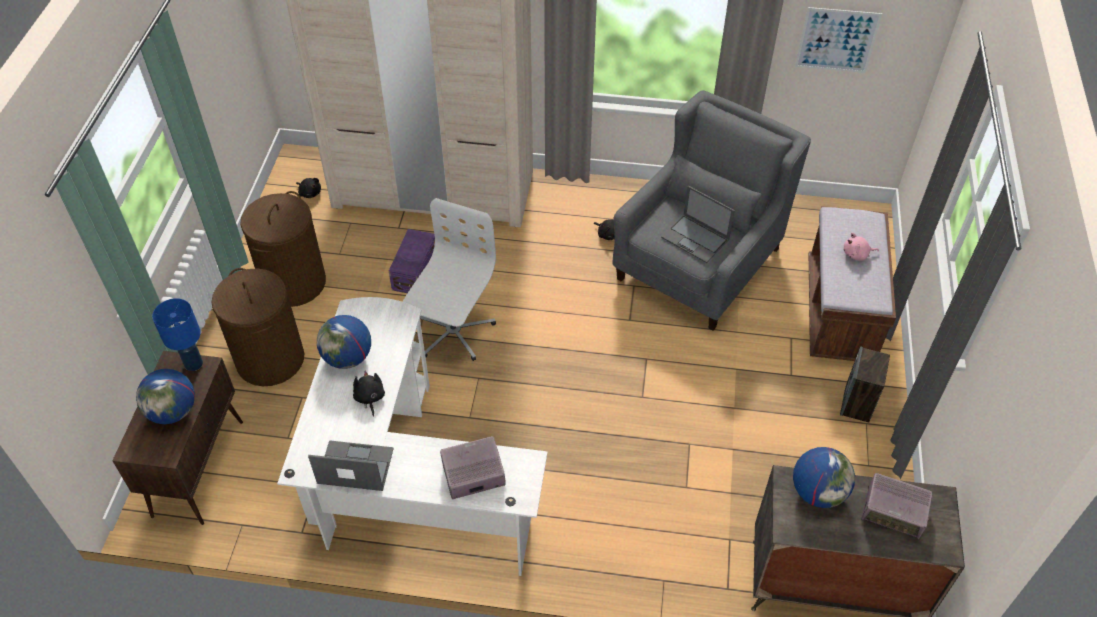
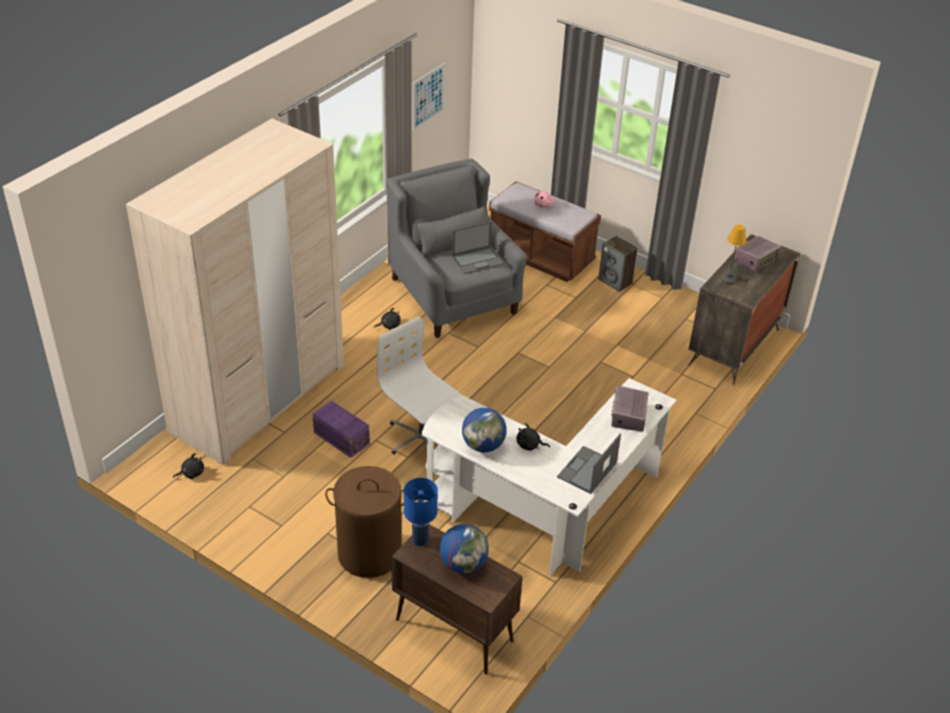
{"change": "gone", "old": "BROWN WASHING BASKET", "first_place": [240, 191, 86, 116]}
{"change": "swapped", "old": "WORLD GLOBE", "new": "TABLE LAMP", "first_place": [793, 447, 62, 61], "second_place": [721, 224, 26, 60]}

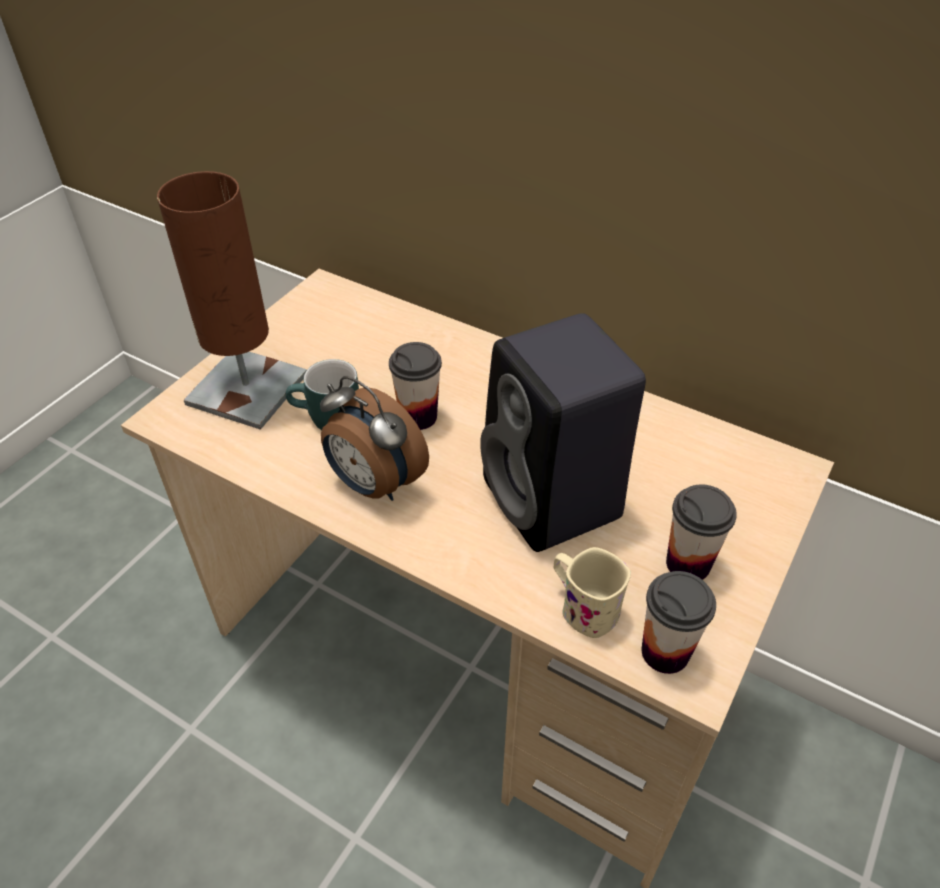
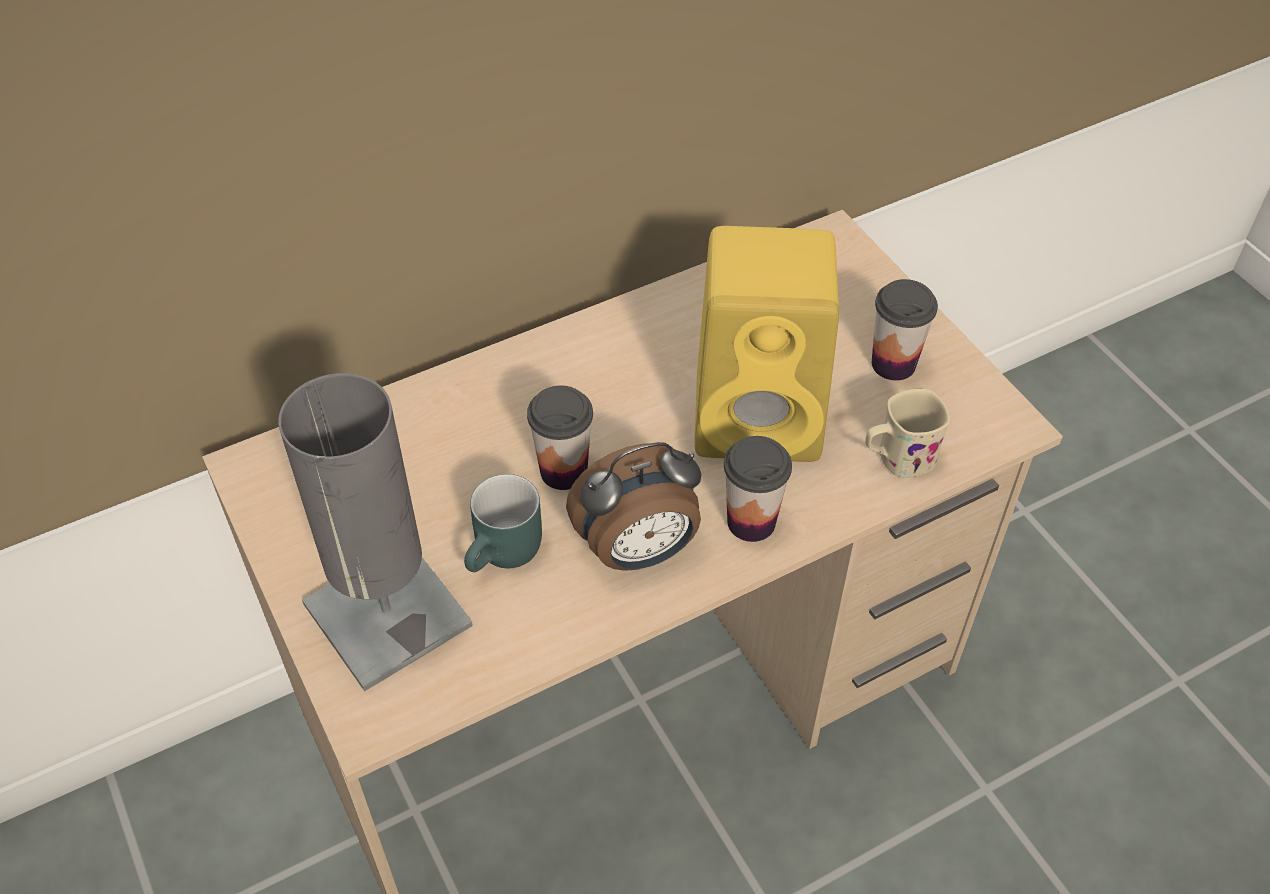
{"change": "repainted", "old": "BROWN TABLE LAMP", "new": "GREY TABLE LAMP", "first_place": [157, 171, 150, 259], "second_place": [278, 373, 195, 318]}
{"change": "repainted", "old": "BLACK-COLOURED SPEAKER", "new": "YELLOWISH SPEAKER", "first_place": [480, 313, 166, 239], "second_place": [694, 226, 145, 236]}
{"change": "shifted", "old": "CUP", "first_place": [641, 571, 75, 103], "second_place": [724, 436, 68, 106]}

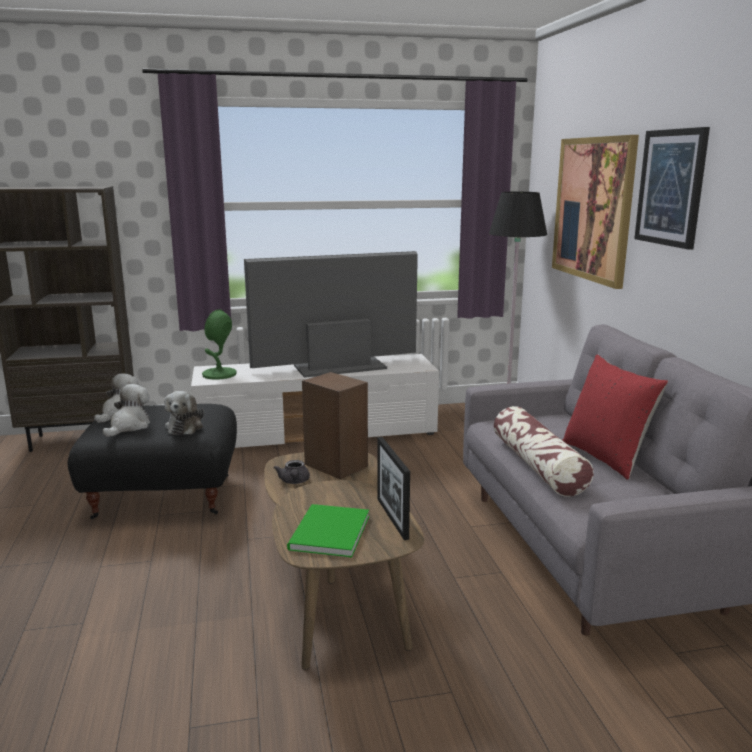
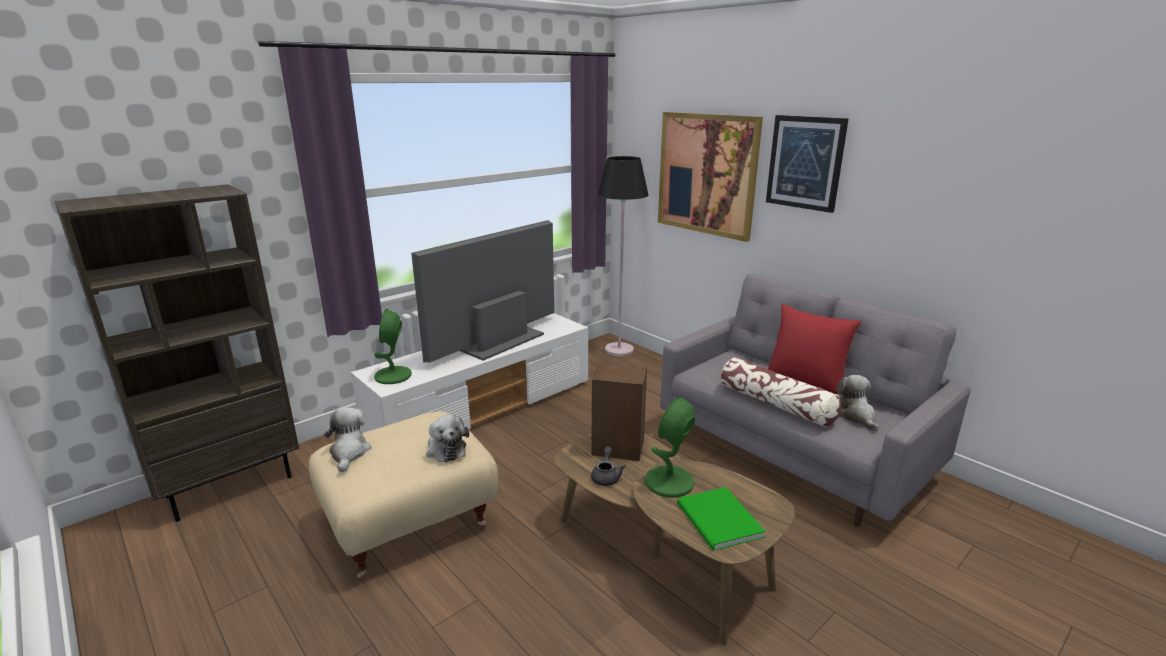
{"change": "repainted", "old": "BLACK-COLOURED POUFFE", "new": "BEIGE-COLOURED POUFFE", "first_place": [67, 404, 170, 115], "second_place": [309, 411, 189, 167]}
{"change": "shifted", "old": "CUDDLY TOY", "first_place": [103, 384, 47, 53], "second_place": [837, 375, 42, 57]}
{"change": "rotated", "old": "GREY TEAPOT", "first_place": [274, 460, 36, 24], "second_place": [591, 446, 35, 40], "degrees": -135}
{"change": "gone", "old": "PICTURE FRAME", "first_place": [377, 437, 33, 103]}
{"change": "new", "new": "GREEN-COLOURED TABLE LAMP", "second_place": [645, 396, 50, 102]}

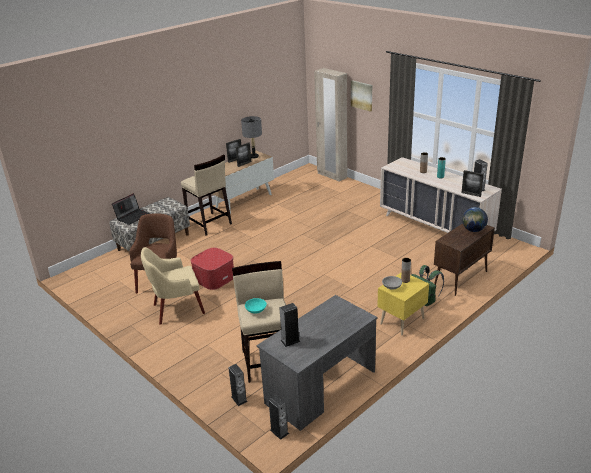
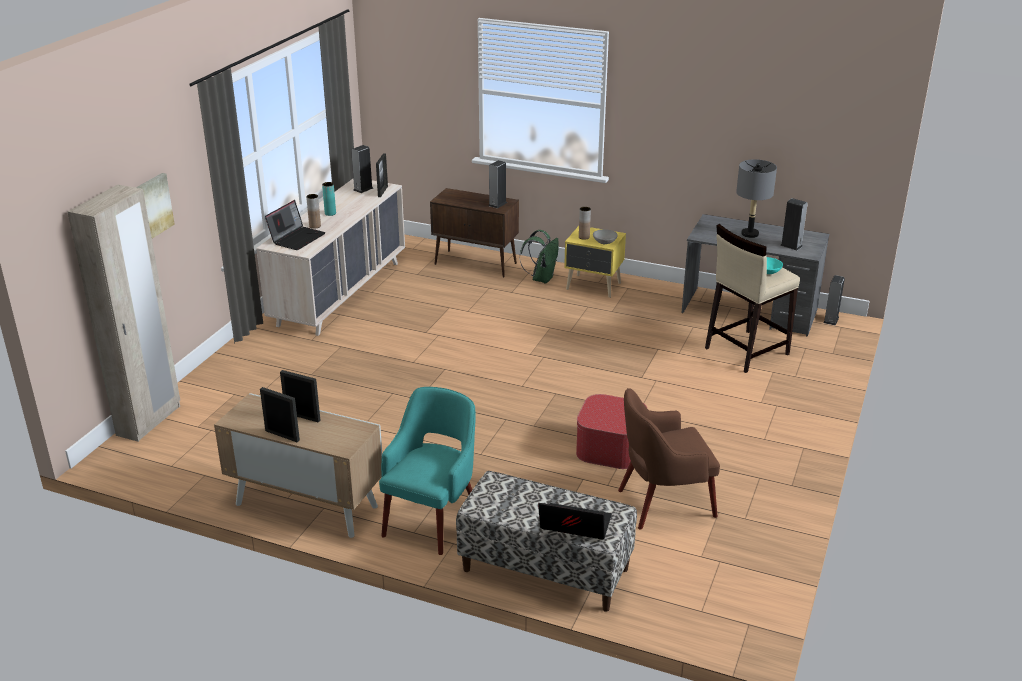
{"change": "gone", "old": "BEIGE-COLOURED ARMCHAIR", "first_place": [141, 247, 64, 78]}
{"change": "swapped", "old": "BEIGE-COLOURED SITTING STOOL", "new": "BLUE-GREEN ARMCHAIR", "first_place": [181, 154, 51, 82], "second_place": [379, 387, 97, 168]}
{"change": "shifted", "old": "SPEAKER", "first_place": [228, 364, 19, 42], "second_place": [488, 160, 19, 49]}
{"change": "shifted", "old": "GREY TABLE LAMP", "first_place": [241, 116, 21, 42], "second_place": [736, 159, 41, 79]}
{"change": "gone", "old": "WORLD GLOBE", "first_place": [462, 207, 26, 25]}
{"change": "new", "new": "PORTABLE COMPUTER", "second_place": [265, 200, 61, 50]}

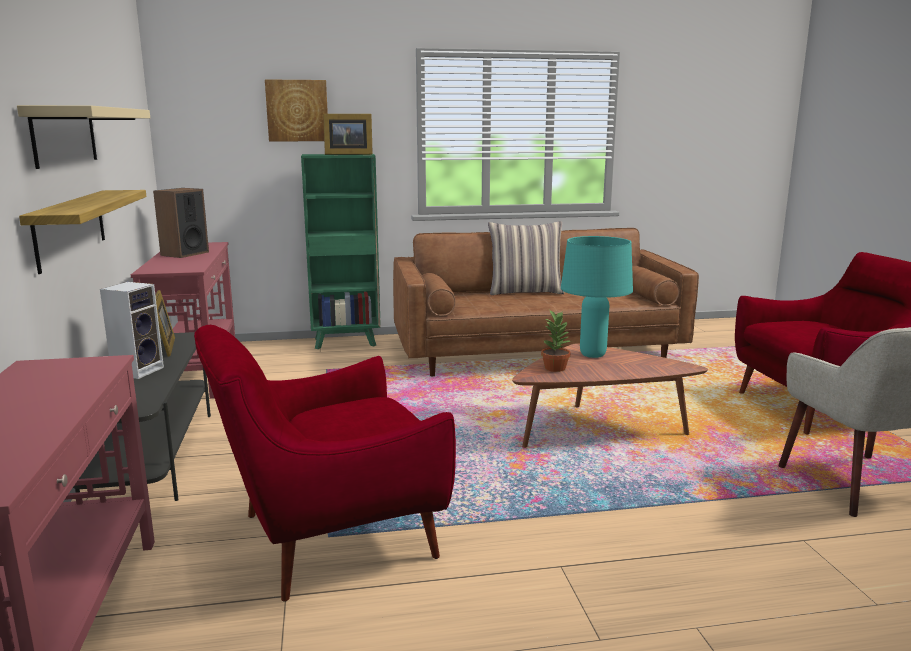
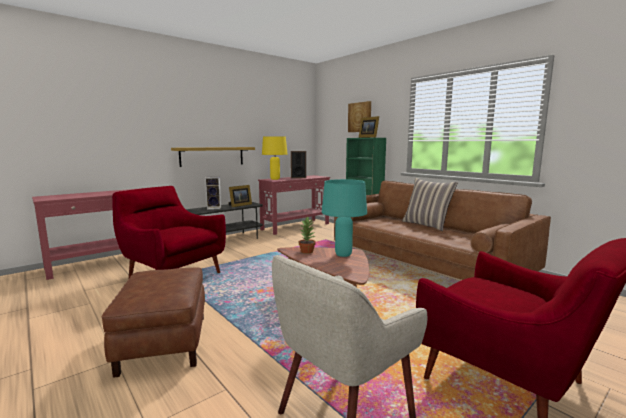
{"change": "gone", "old": "BEIGE-COLOURED BRACKET SHELF", "first_place": [17, 105, 133, 64]}
{"change": "new", "new": "BROWN POUFFE", "second_place": [102, 268, 103, 110]}
{"change": "new", "new": "YELLOWISH TABLE LAMP", "second_place": [262, 136, 26, 44]}

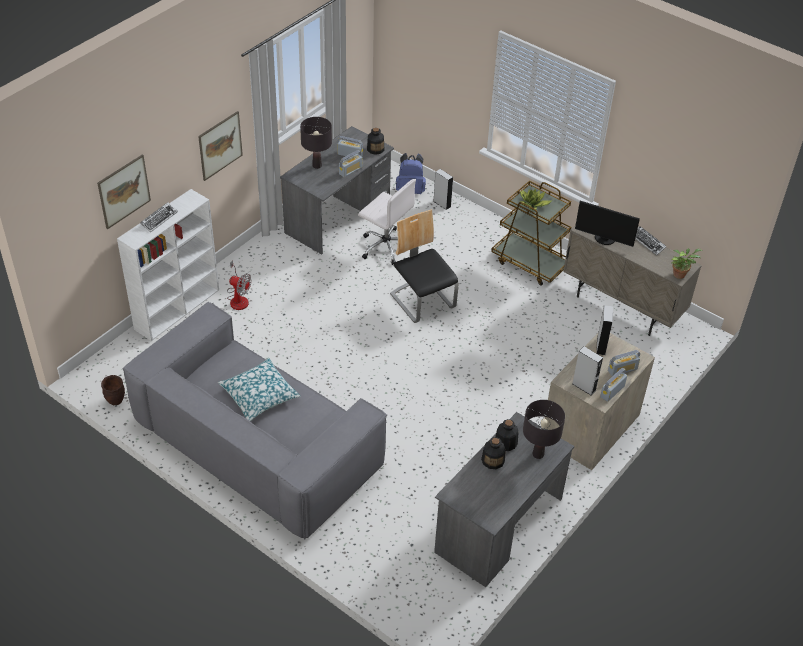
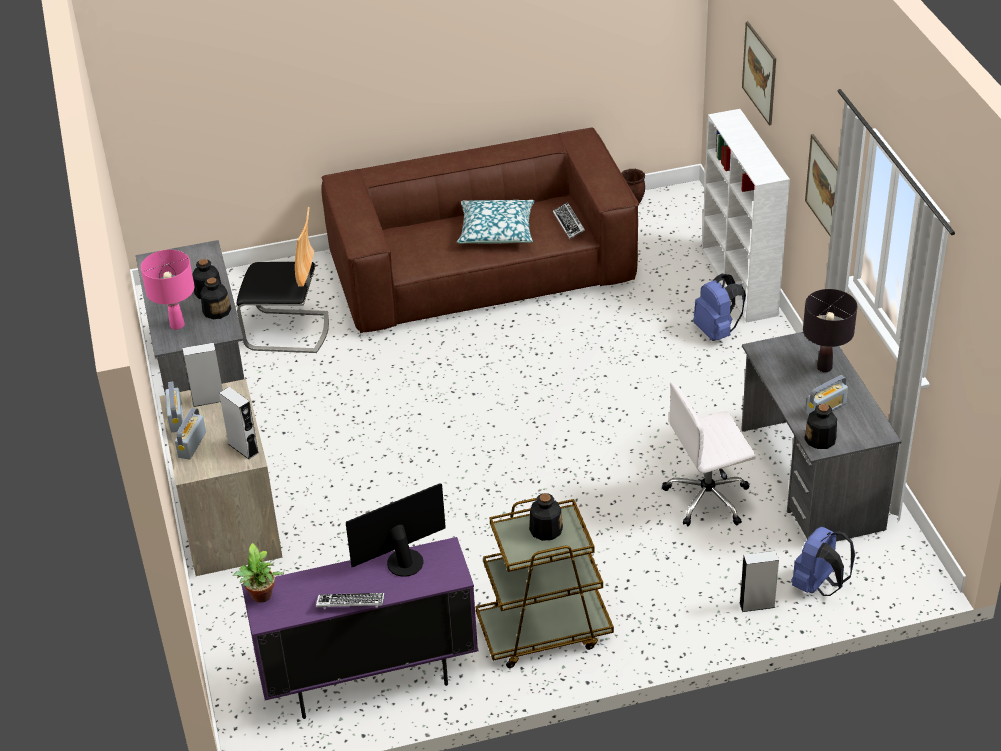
{"change": "repainted", "old": "GREY SOFA", "new": "BROWN SOFA", "first_place": [123, 301, 264, 239], "second_place": [321, 127, 318, 206]}
{"change": "shifted", "old": "PC KEYBOARD", "first_place": [140, 202, 38, 30], "second_place": [553, 202, 32, 37]}
{"change": "swapped", "old": "ELECTRIC FAN", "new": "BLUISH BACKPACK", "first_place": [227, 260, 24, 50], "second_place": [693, 274, 53, 67]}
{"change": "gone", "old": "RADIO", "first_place": [339, 150, 24, 27]}
{"change": "shifted", "old": "PLAIN CHAIR", "first_place": [390, 209, 69, 114], "second_place": [236, 207, 93, 146]}
{"change": "swapped", "old": "HOUSEPLANT", "new": "BOTTLE", "first_place": [520, 189, 32, 21], "second_place": [529, 493, 34, 48]}
{"change": "repainted", "old": "BLACK-COLOURED TABLE LAMP", "new": "PINK TABLE LAMP", "first_place": [523, 400, 42, 59], "second_place": [141, 250, 54, 80]}
{"change": "repainted", "old": "BEIGE-COLOURED CABINET", "new": "PURPLISH CABINET", "first_place": [563, 226, 139, 110], "second_place": [241, 537, 237, 182]}

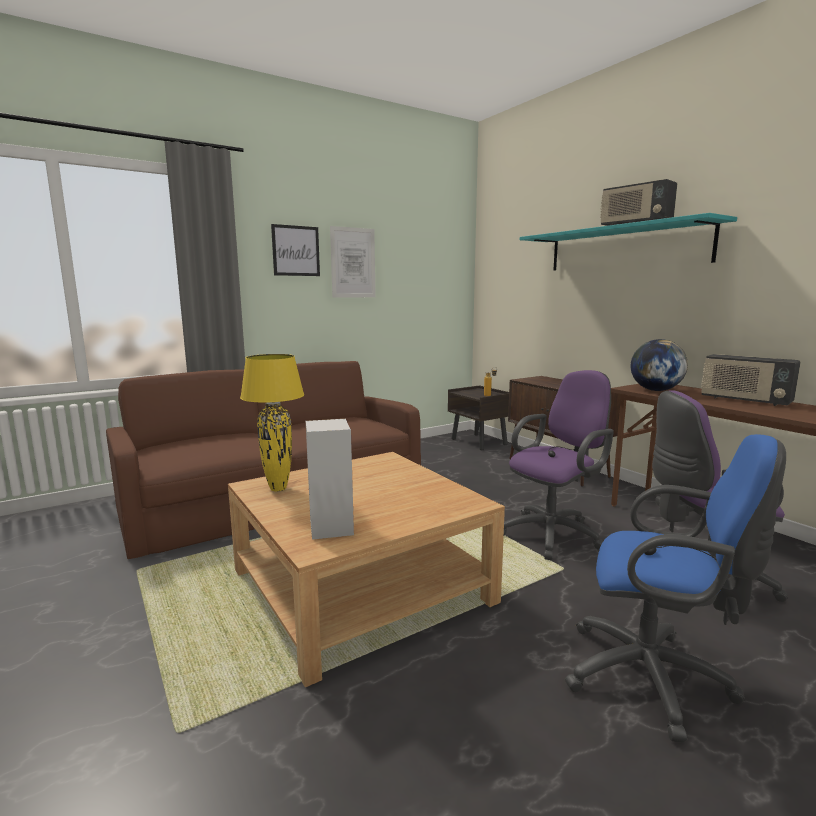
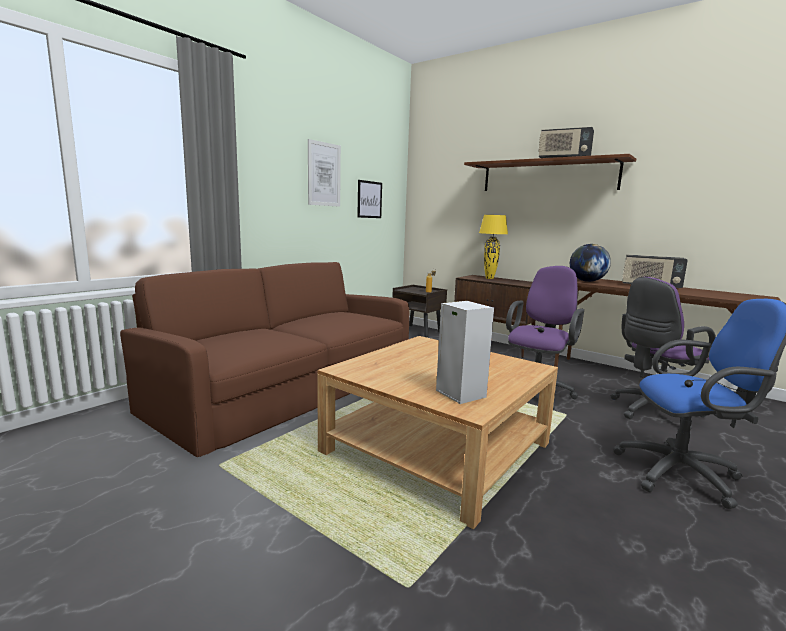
{"change": "shifted", "old": "YELLOWISH TABLE LAMP", "first_place": [240, 354, 64, 137], "second_place": [479, 215, 29, 64]}
{"change": "shifted", "old": "WALL PICTURE", "first_place": [271, 224, 49, 52], "second_place": [357, 180, 25, 38]}
{"change": "repainted", "old": "BLUE-GREEN BRACKET SHELF", "new": "BROWN BRACKET SHELF", "first_place": [520, 213, 217, 57], "second_place": [464, 154, 172, 37]}

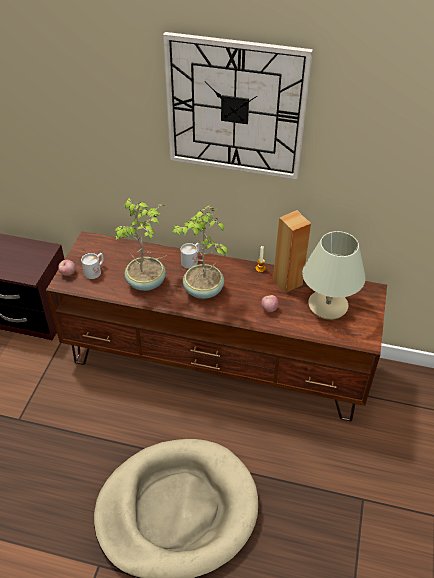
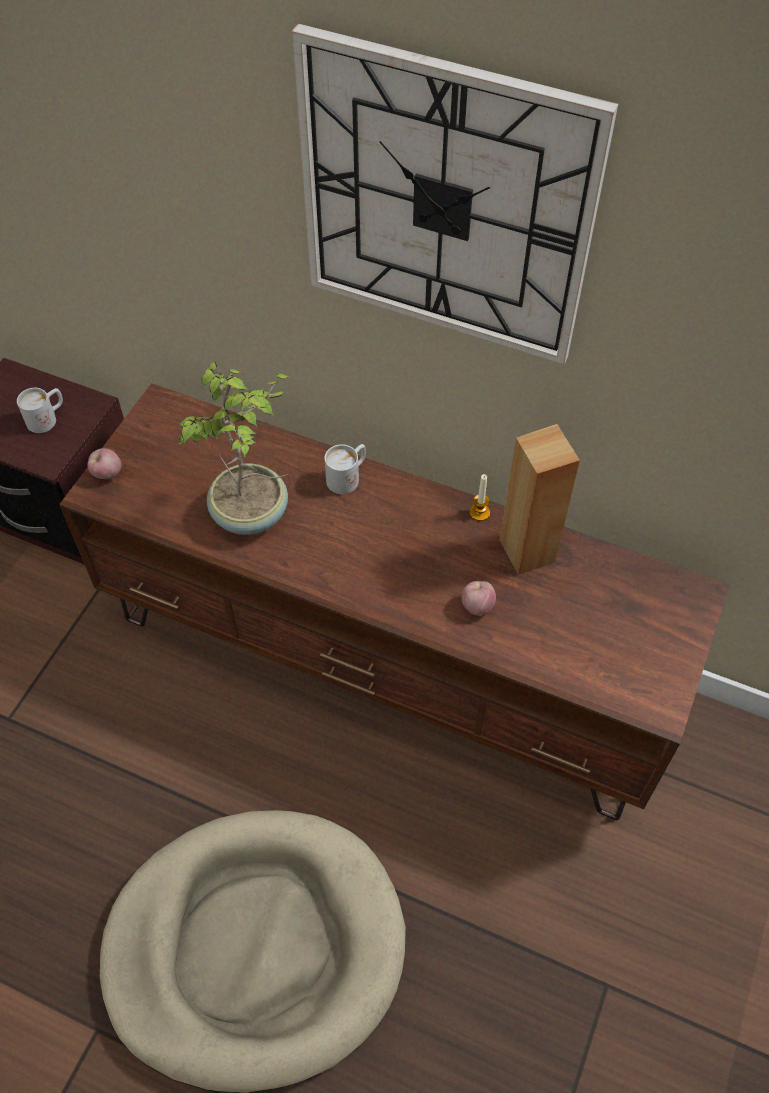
{"change": "shifted", "old": "WHITISH COFFEE MUG", "first_place": [81, 253, 23, 26], "second_place": [17, 388, 46, 45]}
{"change": "gone", "old": "HOUSEPLANT", "first_place": [171, 205, 56, 94]}
{"change": "gone", "old": "BEIGE-COLOURED TABLE LAMP", "first_place": [302, 231, 64, 89]}

